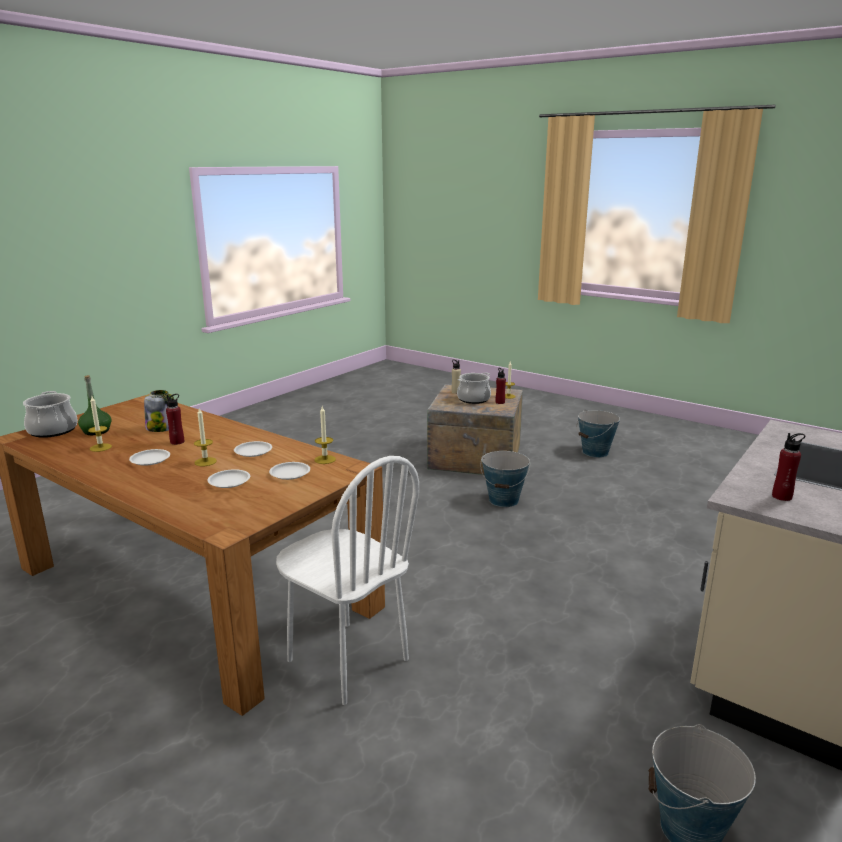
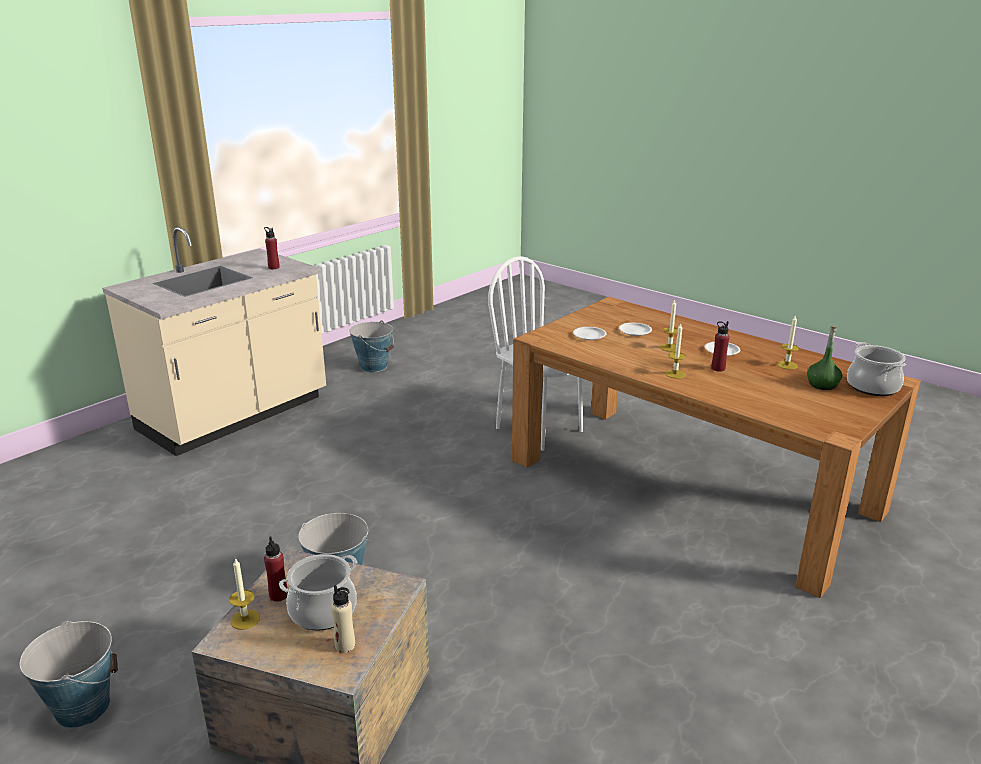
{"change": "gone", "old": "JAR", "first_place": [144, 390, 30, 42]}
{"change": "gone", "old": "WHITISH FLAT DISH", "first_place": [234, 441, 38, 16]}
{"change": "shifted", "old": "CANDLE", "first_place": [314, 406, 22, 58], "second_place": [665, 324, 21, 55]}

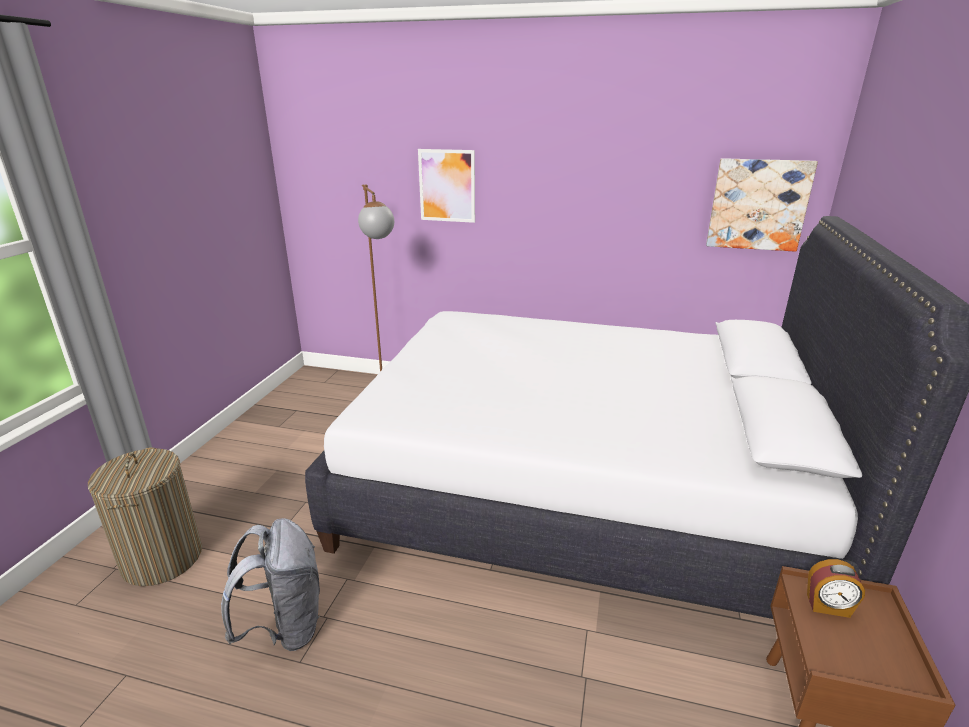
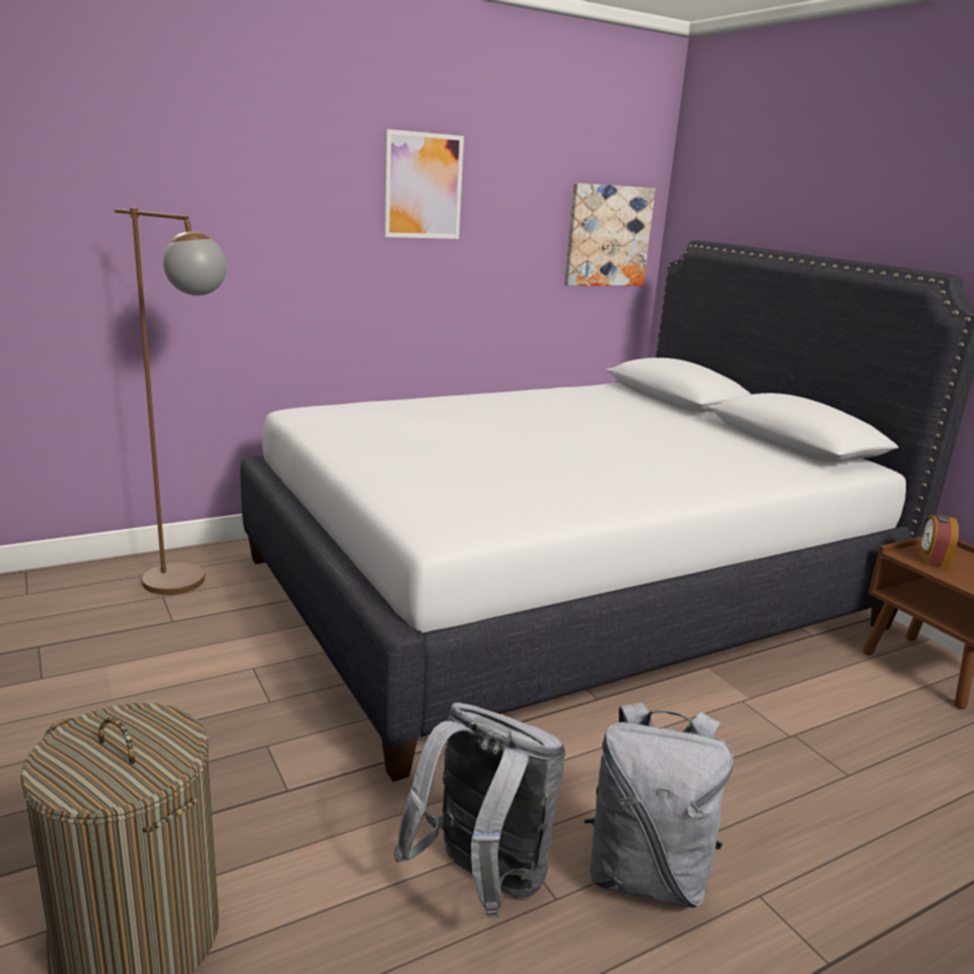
{"change": "shifted", "old": "WALL PICTURE", "first_place": [418, 149, 57, 74], "second_place": [384, 129, 80, 110]}
{"change": "rotated", "old": "TABLE CLOCK", "first_place": [807, 559, 58, 59], "second_place": [919, 513, 40, 55], "degrees": 135}
{"change": "new", "new": "GREY BACKPACK", "second_place": [585, 702, 149, 206]}

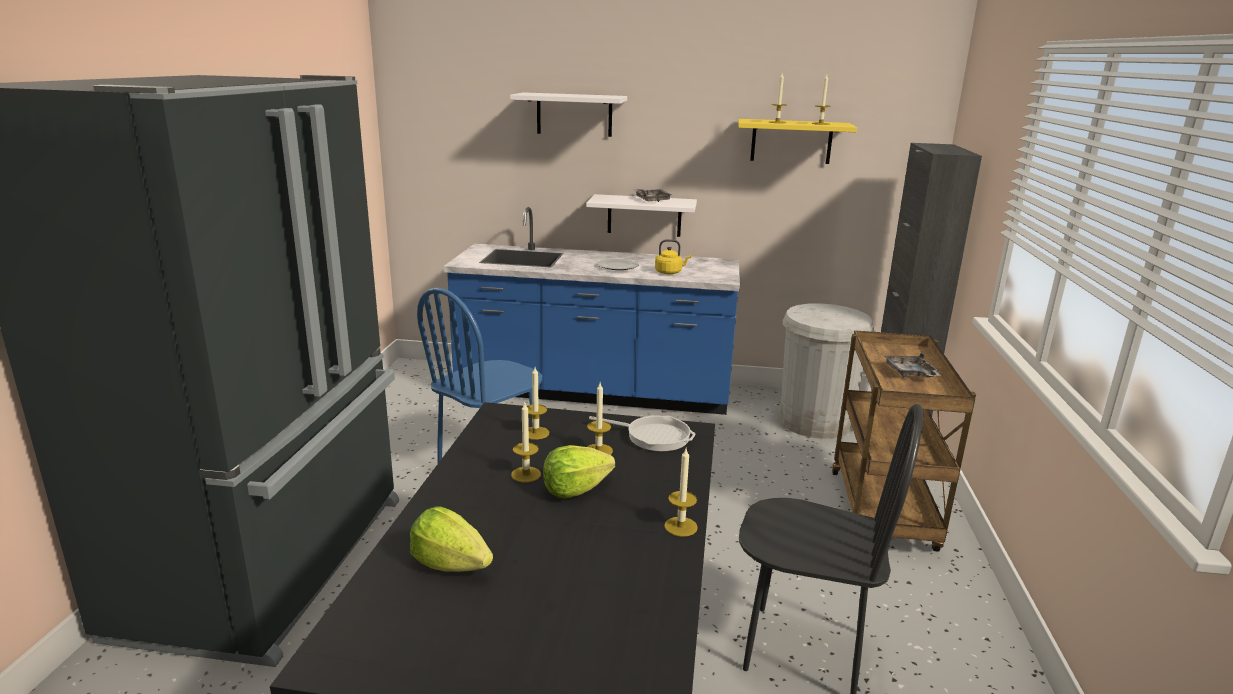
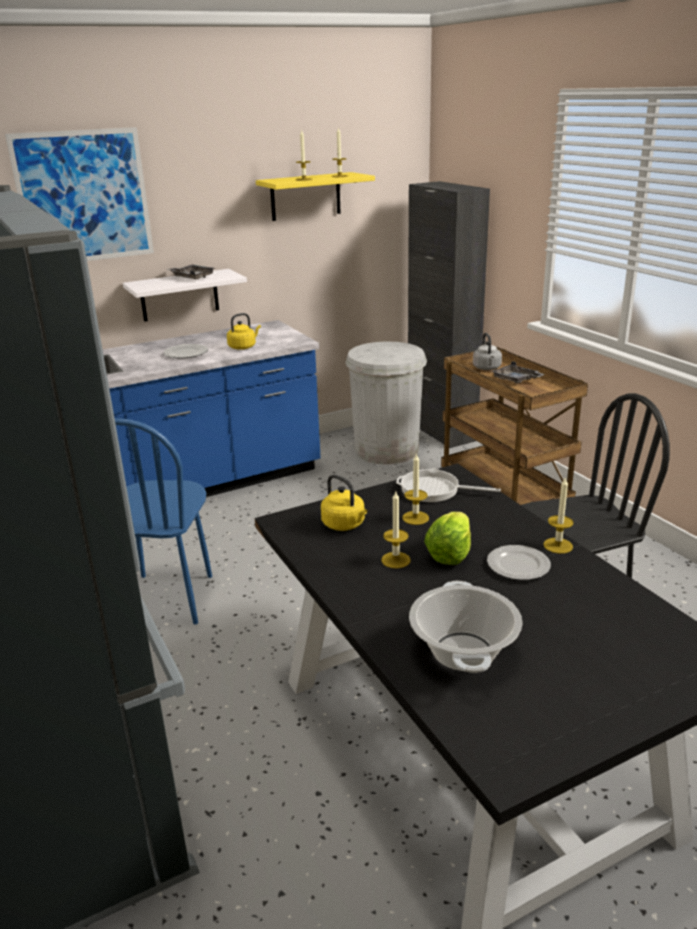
{"change": "swapped", "old": "LETTUCE", "new": "SAUCEPOT", "first_place": [410, 506, 83, 66], "second_place": [409, 581, 114, 92]}
{"change": "swapped", "old": "WHITISH BRACKET SHELF", "new": "WALL PICTURE", "first_place": [510, 92, 117, 45], "second_place": [5, 127, 149, 134]}
{"change": "swapped", "old": "CANDLE", "new": "YELLOWISH TEA KETTLE", "first_place": [527, 367, 22, 73], "second_place": [321, 475, 46, 56]}
{"change": "rotated", "old": "SKILLET", "first_place": [589, 416, 107, 36], "second_place": [396, 468, 105, 34], "degrees": -150}
{"change": "new", "new": "GREY TEA KETTLE", "second_place": [473, 333, 29, 37]}
{"change": "new", "new": "FLAT DISH", "second_place": [487, 545, 64, 35]}

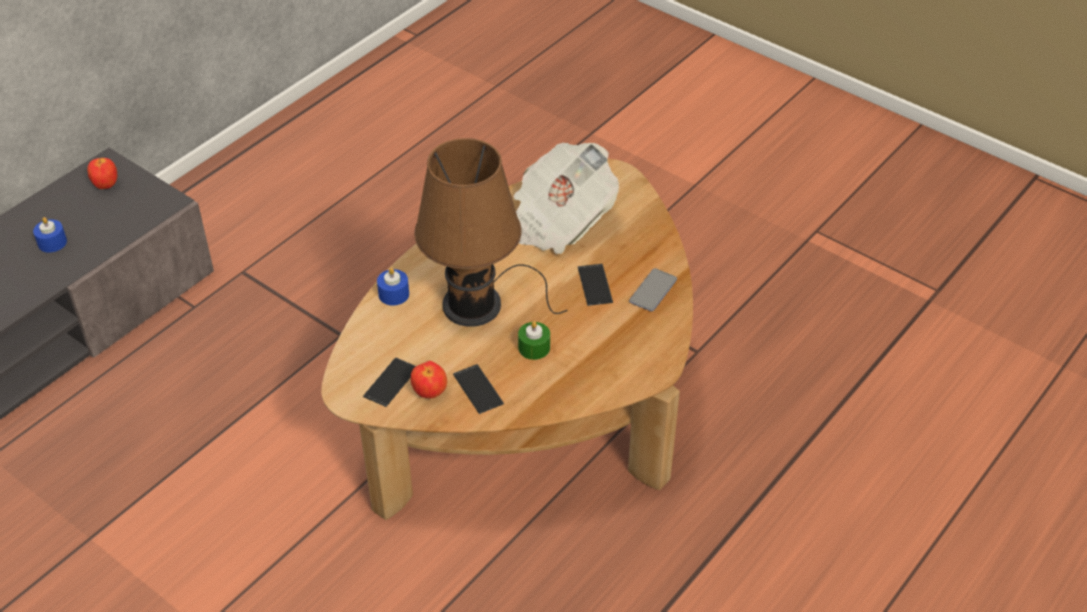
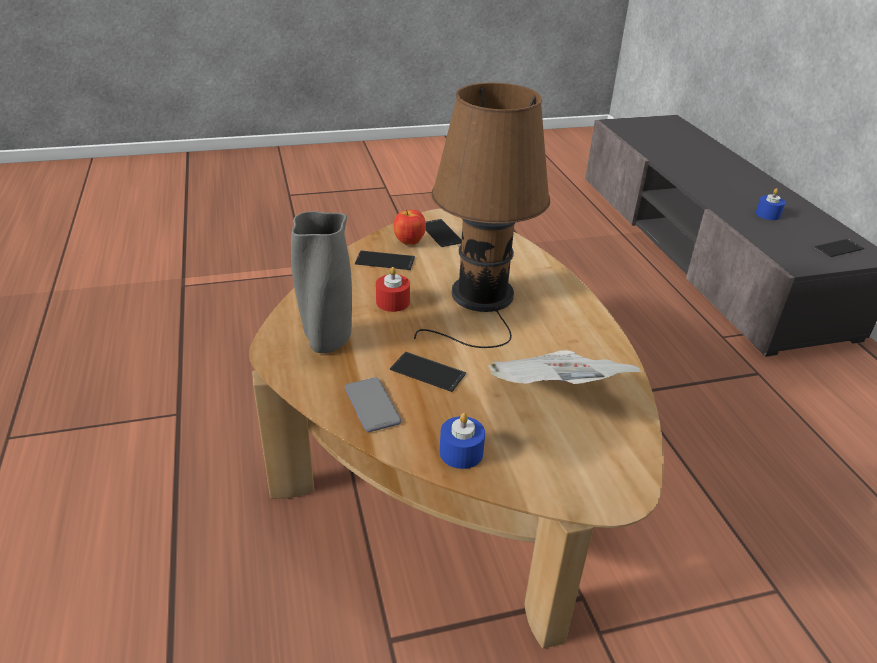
{"change": "swapped", "old": "WHOLE APPLE", "new": "TELEPHONE", "first_place": [87, 158, 30, 31], "second_place": [814, 239, 51, 18]}
{"change": "shifted", "old": "BLUISH CANDLE", "first_place": [377, 268, 32, 38], "second_place": [440, 413, 45, 56]}
{"change": "repainted", "old": "GREEN-COLOURED CANDLE", "new": "REDDISH CANDLE", "first_place": [518, 321, 32, 39], "second_place": [376, 267, 34, 45]}
{"change": "new", "new": "GREY DECORATIVE VASE", "second_place": [291, 211, 61, 142]}

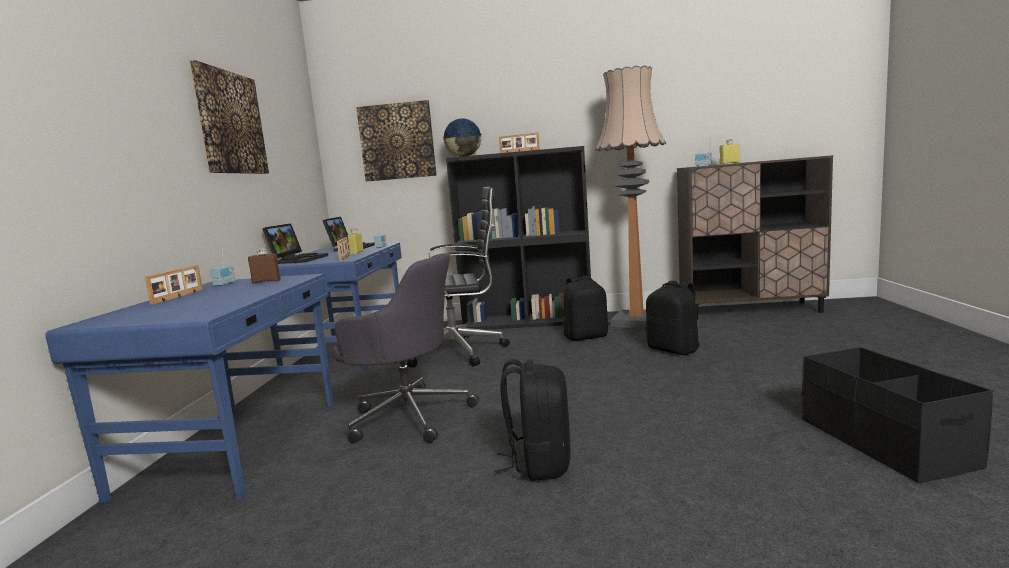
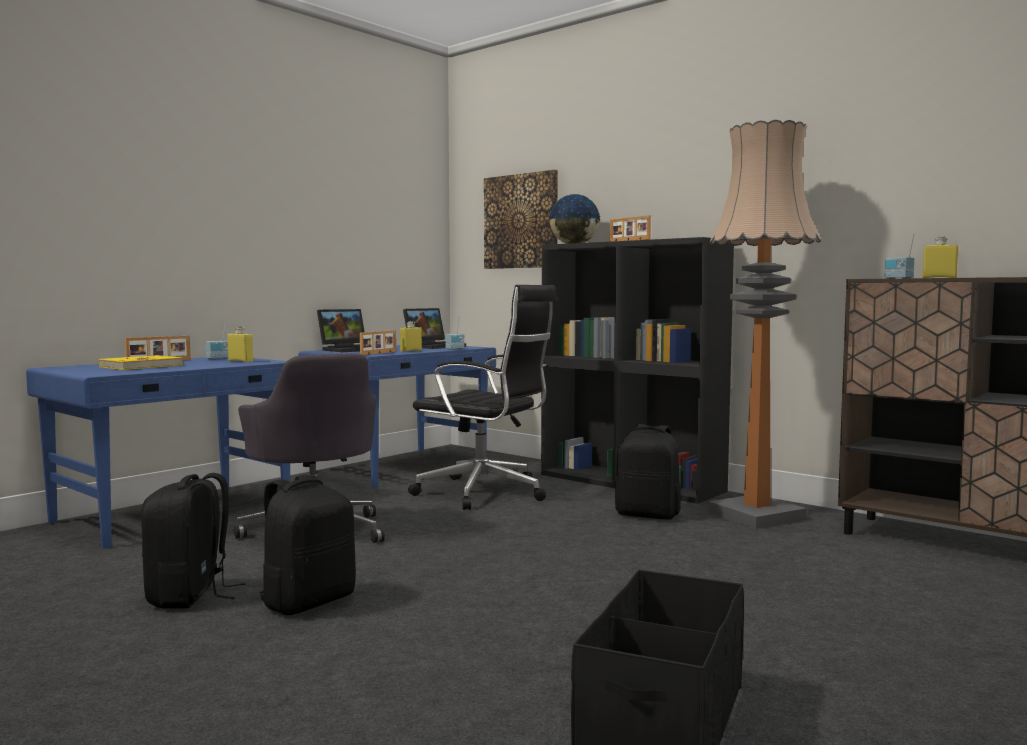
{"change": "gone", "old": "WALL PICTURE", "first_place": [189, 60, 80, 114]}
{"change": "repainted", "old": "BROWN BOTTLE", "new": "YELLOWISH BOTTLE", "first_place": [248, 248, 33, 36], "second_place": [228, 326, 26, 36]}
{"change": "shifted", "old": "BLACK-COLOURED BACKPACK", "first_place": [646, 281, 54, 74], "second_place": [141, 473, 104, 136]}
{"change": "new", "new": "YELLOWISH BOOK", "second_place": [99, 355, 84, 15]}

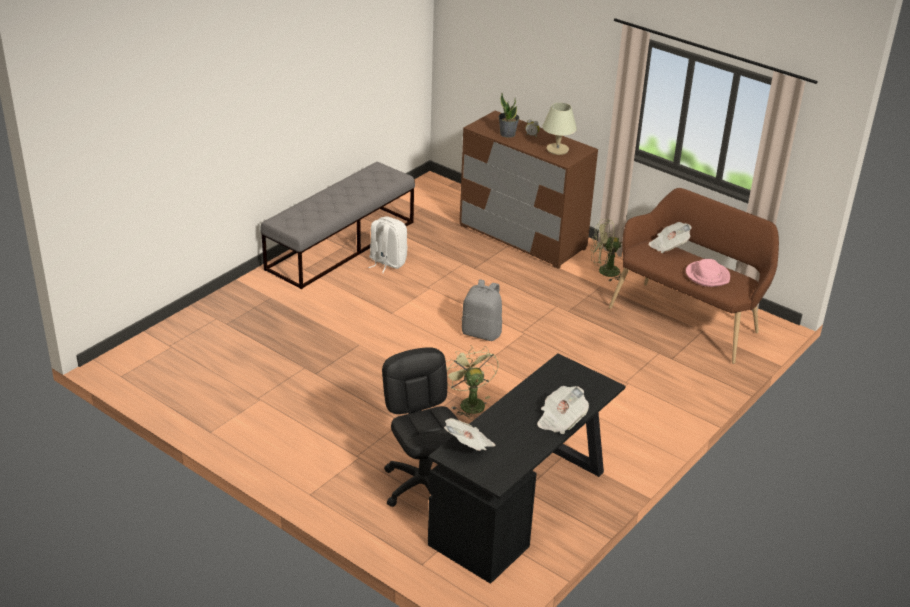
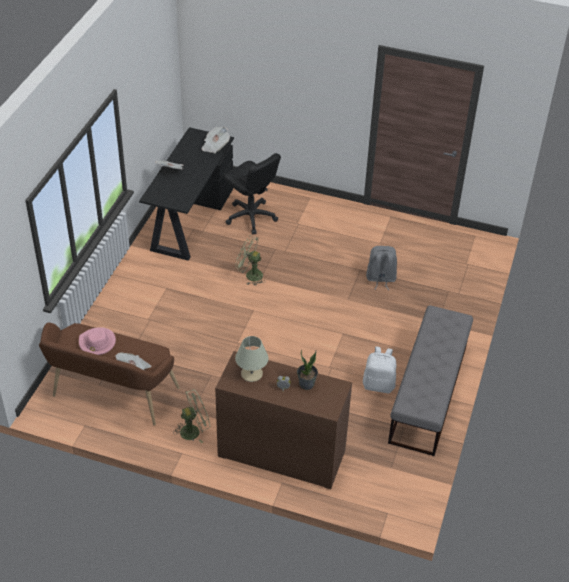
{"change": "rotated", "old": "GREEN-COLOURED ELECTRIC FAN", "first_place": [446, 345, 52, 74], "second_place": [235, 235, 31, 51], "degrees": 150}
{"change": "shifted", "old": "GREY BACKPACK", "first_place": [462, 279, 40, 62], "second_place": [366, 246, 31, 44]}

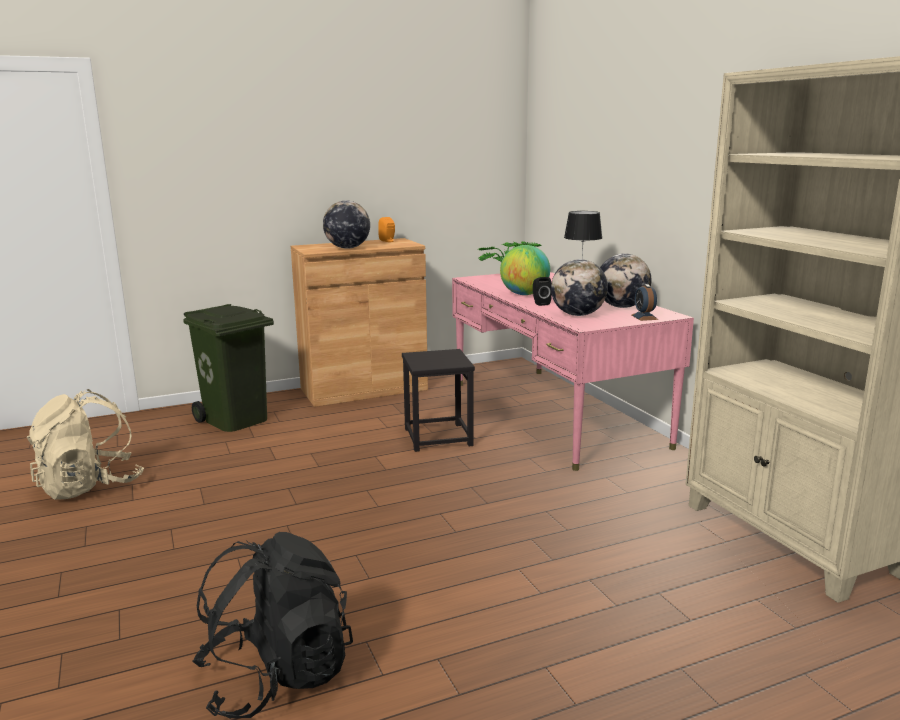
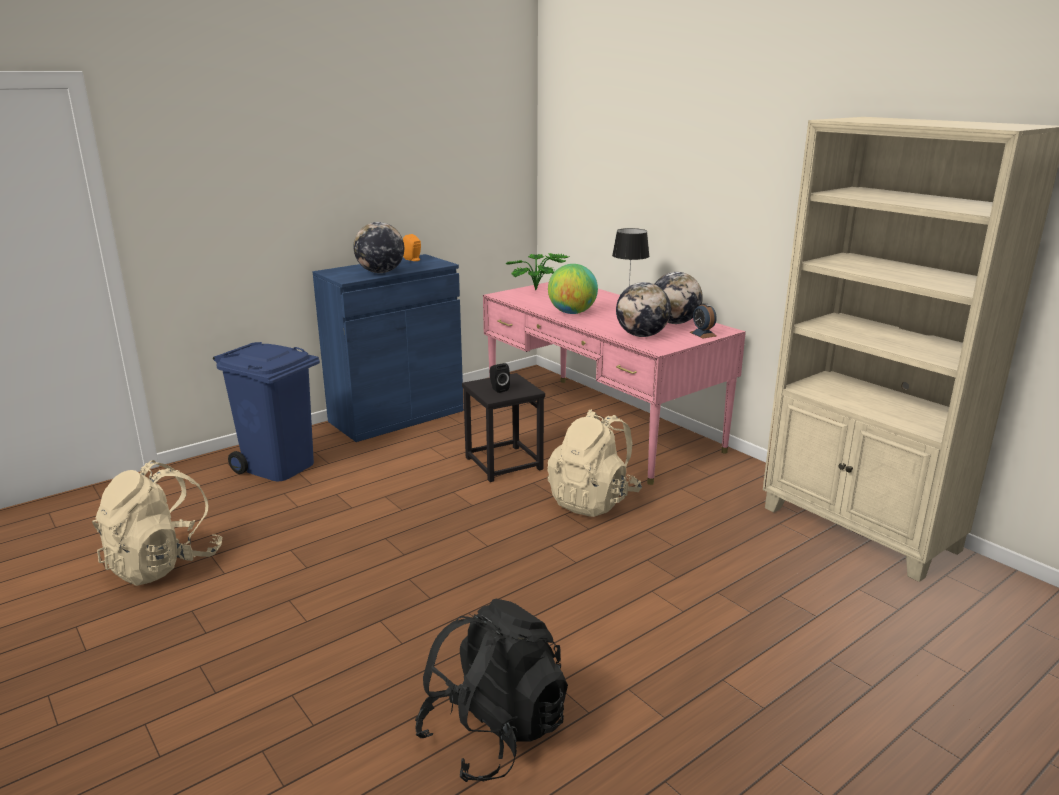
{"change": "repainted", "old": "GREEN-COLOURED RUBBISH BIN", "new": "BLUISH RUBBISH BIN", "first_place": [183, 304, 91, 128], "second_place": [213, 342, 107, 139]}
{"change": "repainted", "old": "BROWN CABINET", "new": "BLUISH CABINET", "first_place": [291, 238, 137, 169], "second_place": [312, 254, 152, 188]}
{"change": "shifted", "old": "BLACK-COLOURED SPEAKER", "first_place": [533, 277, 19, 29], "second_place": [490, 363, 20, 30]}
{"change": "new", "new": "BEIGE-COLOURED BACKPACK", "second_place": [548, 409, 94, 108]}

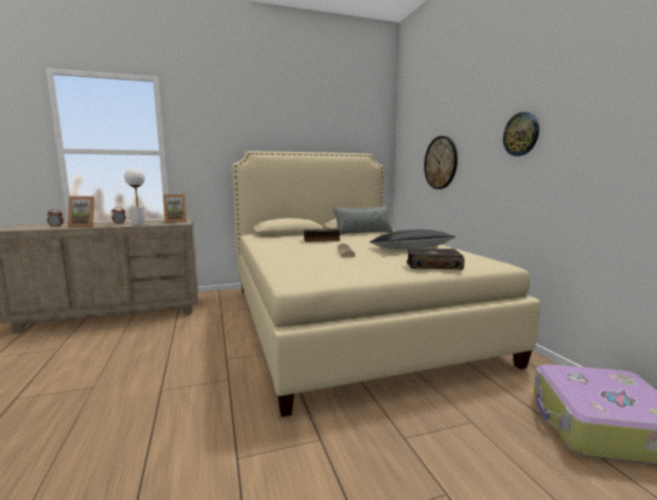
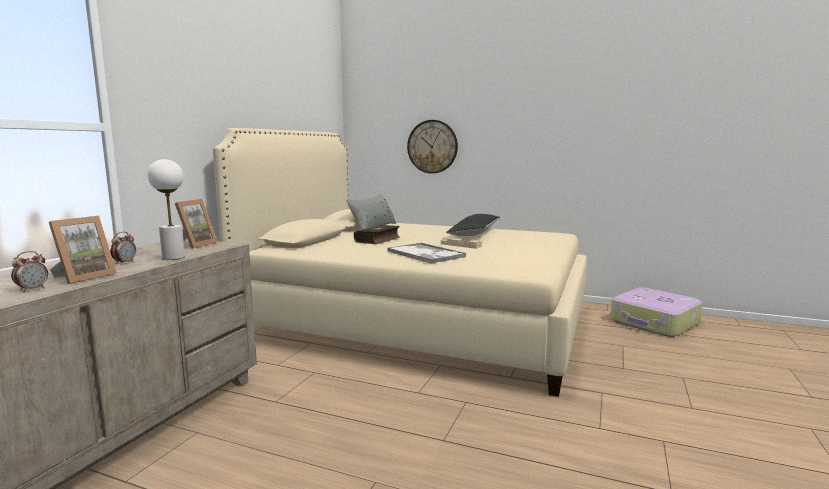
{"change": "gone", "old": "BOOK", "first_place": [406, 248, 59, 22]}
{"change": "gone", "old": "HANGING CLOCK", "first_place": [503, 112, 36, 44]}
{"change": "new", "new": "TRAY", "second_place": [387, 243, 79, 20]}

